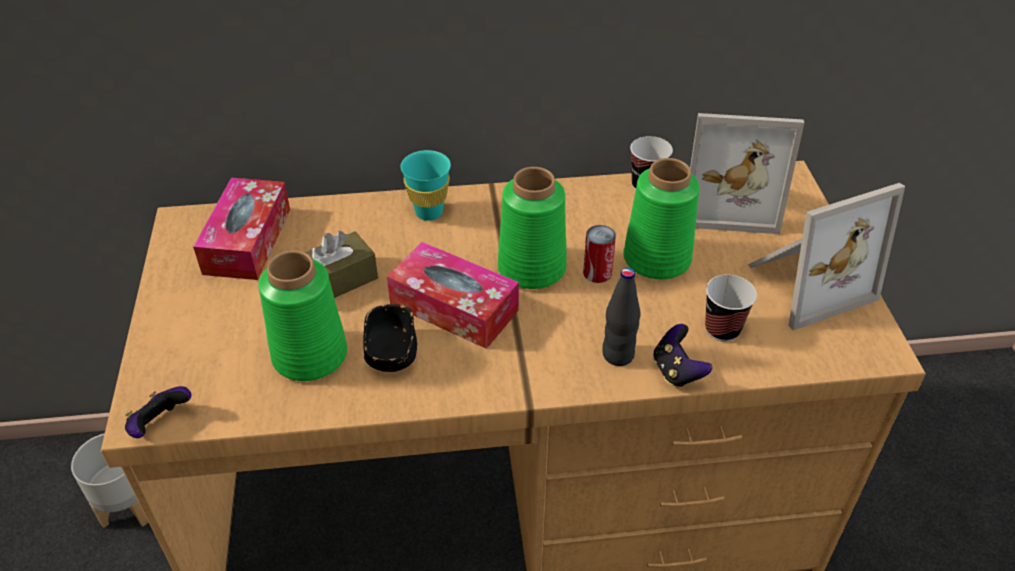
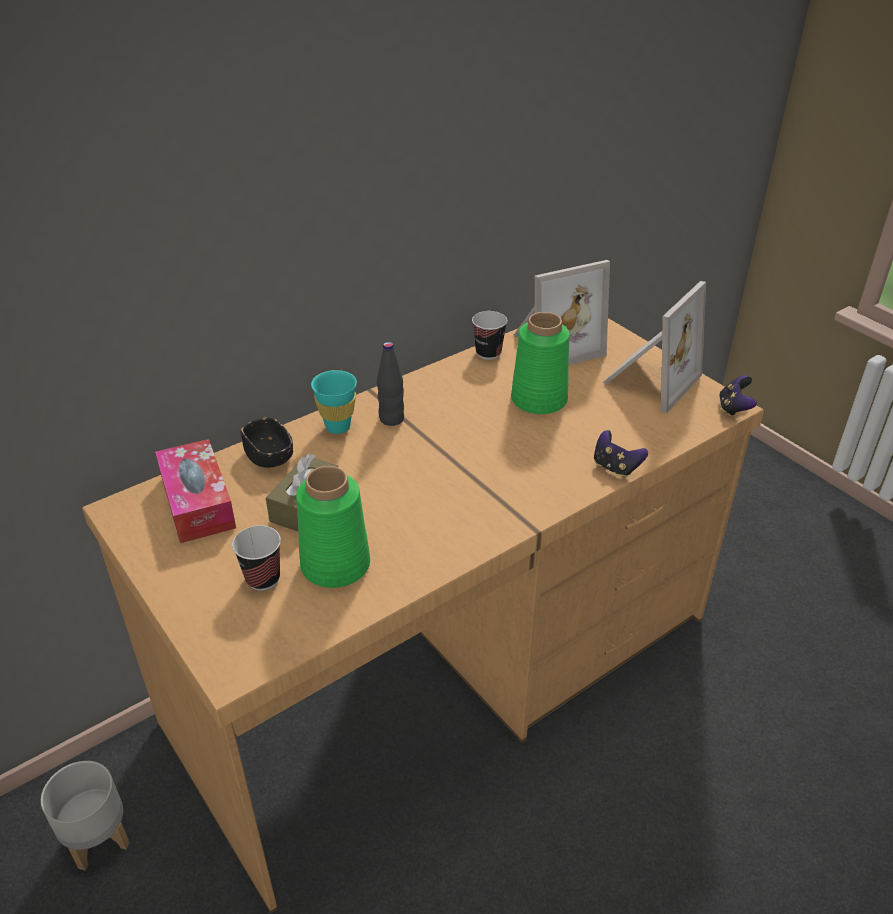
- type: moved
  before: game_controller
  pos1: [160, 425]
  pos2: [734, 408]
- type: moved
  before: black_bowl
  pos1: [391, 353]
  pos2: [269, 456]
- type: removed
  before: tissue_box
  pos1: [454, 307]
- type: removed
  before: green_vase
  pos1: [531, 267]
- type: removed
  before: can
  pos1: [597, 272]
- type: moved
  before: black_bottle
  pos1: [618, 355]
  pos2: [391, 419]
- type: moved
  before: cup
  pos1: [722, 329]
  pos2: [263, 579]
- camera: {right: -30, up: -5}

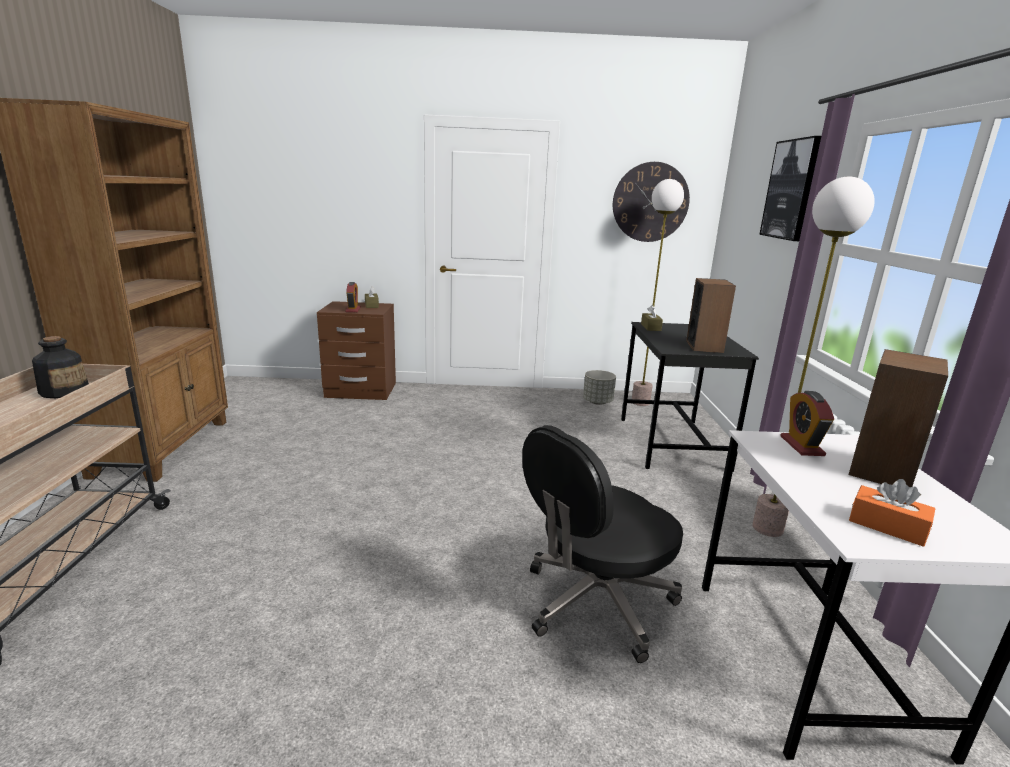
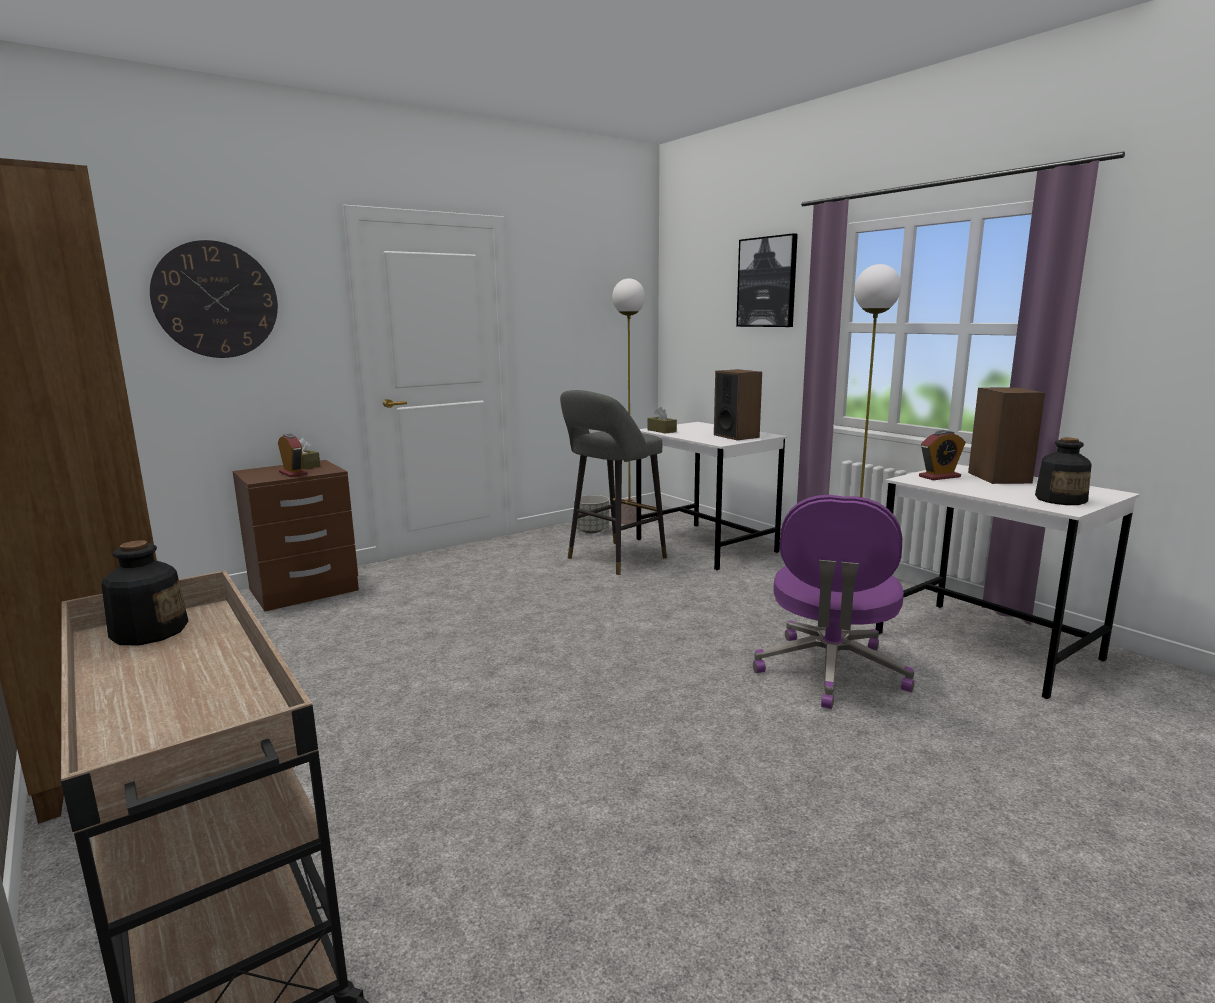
- type: recoloured
  before: black_office_chair
  after: purple_office_chair
  pos1: [595, 603]
  pos2: [830, 672]
- type: moved
  before: wall_clock
  pos1: [650, 202]
  pos2: [216, 300]
- type: recoloured
  before: black_desk
  after: white_desk
  pos1: [672, 444]
  pos2: [706, 546]
- type: turned
  before: alarm_clock
  pos1: [801, 446]
  pos2: [939, 477]
  turn: -75
- type: replaced
  before: orange_tissue_box
  after: bottle
  pos1: [887, 526]
  pos2: [1060, 499]
- type: added
  after: grey_stool
  pos2: [612, 559]
- camera: {right: -35, up: -5}

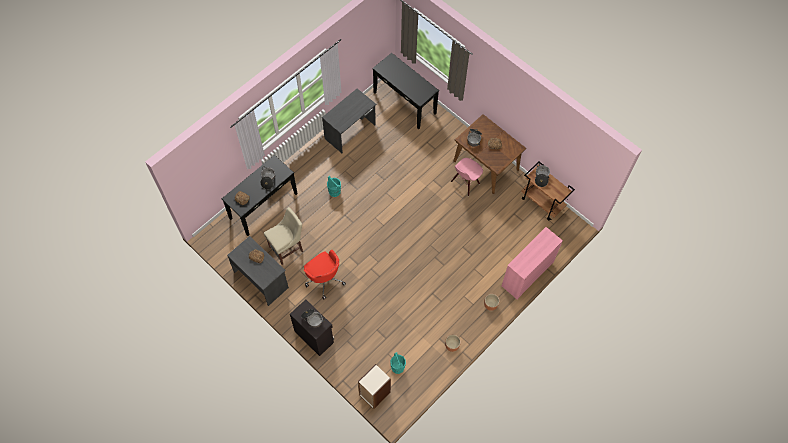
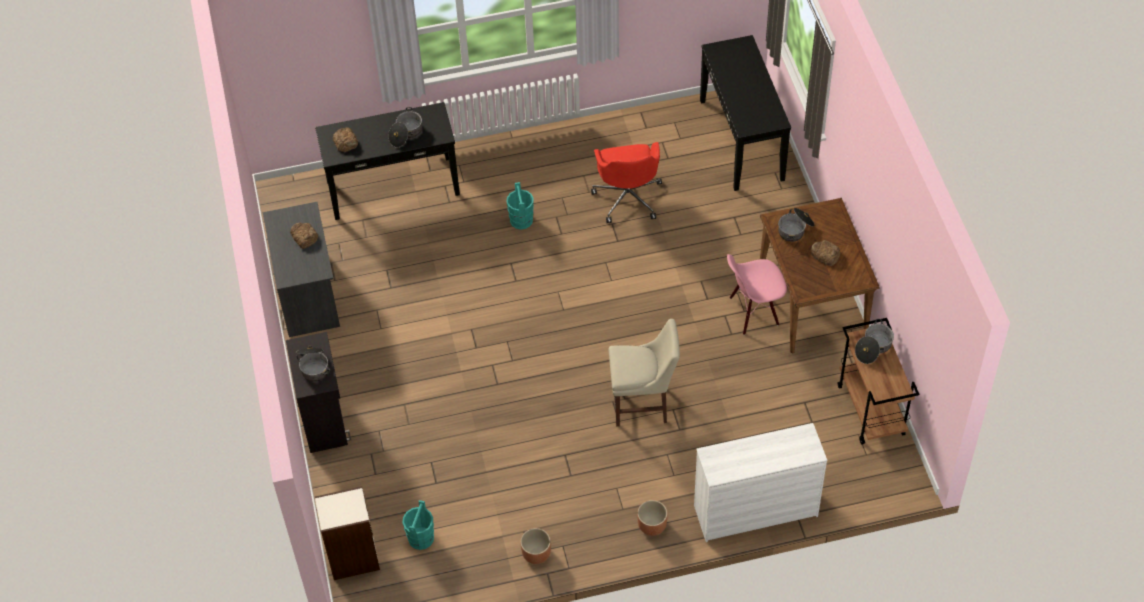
- type: moved
  before: beige_chair
  pos1: [287, 248]
  pos2: [643, 405]
- type: moved
  before: red_office_chair
  pos1: [324, 279]
  pos2: [628, 197]
- type: removed
  before: grey_desk
  pos1: [350, 132]
- type: recoloured
  before: pink_dresser
  after: white_dresser
  pos1: [527, 274]
  pos2: [755, 510]
- camera: {right: 35, up: -10}

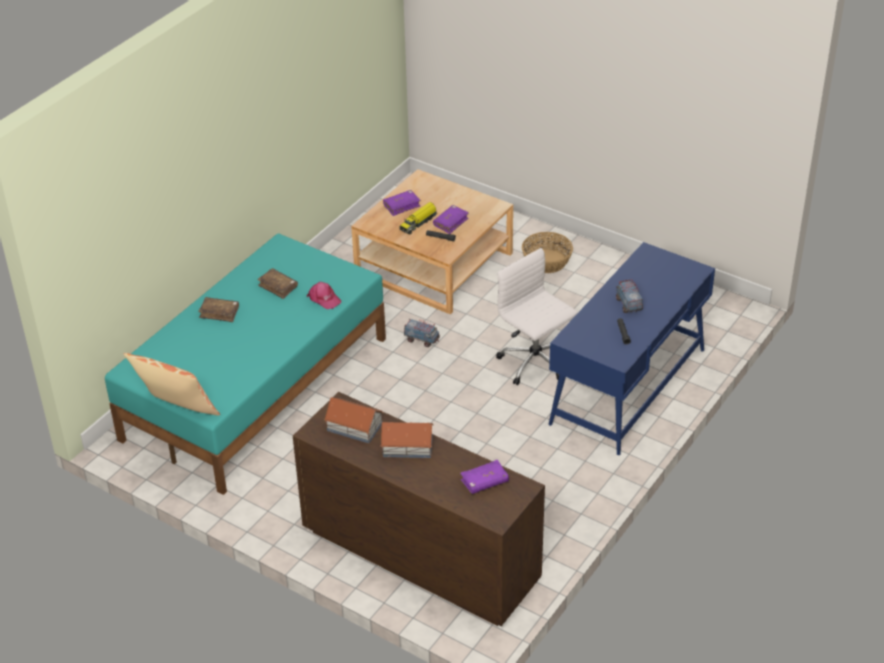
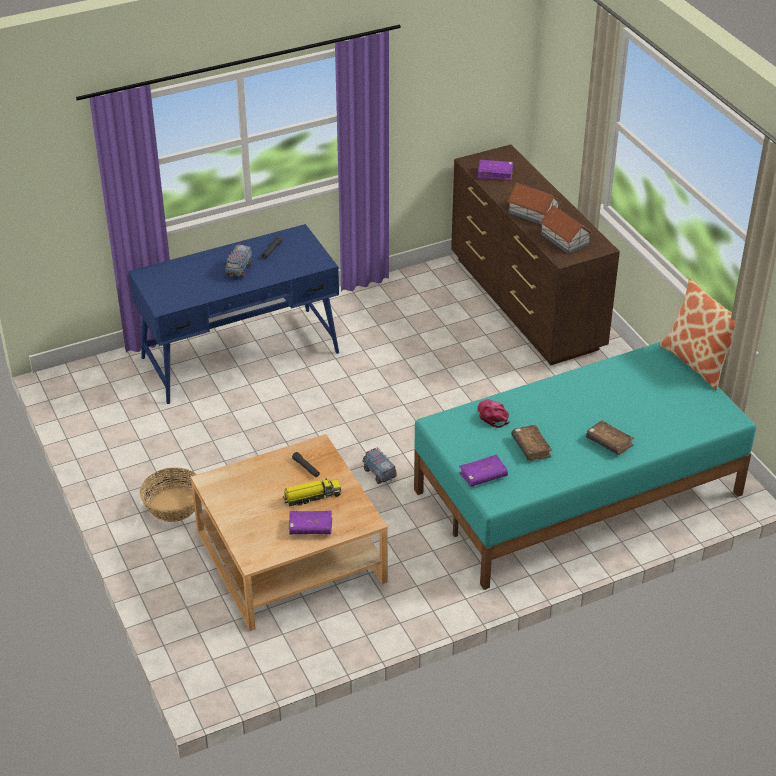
- type: moved
  before: purple_book
  pos1: [450, 223]
  pos2: [483, 476]
- type: removed
  before: white_office_chair
  pos1: [536, 362]
- camera: {right: -150, up: 0}

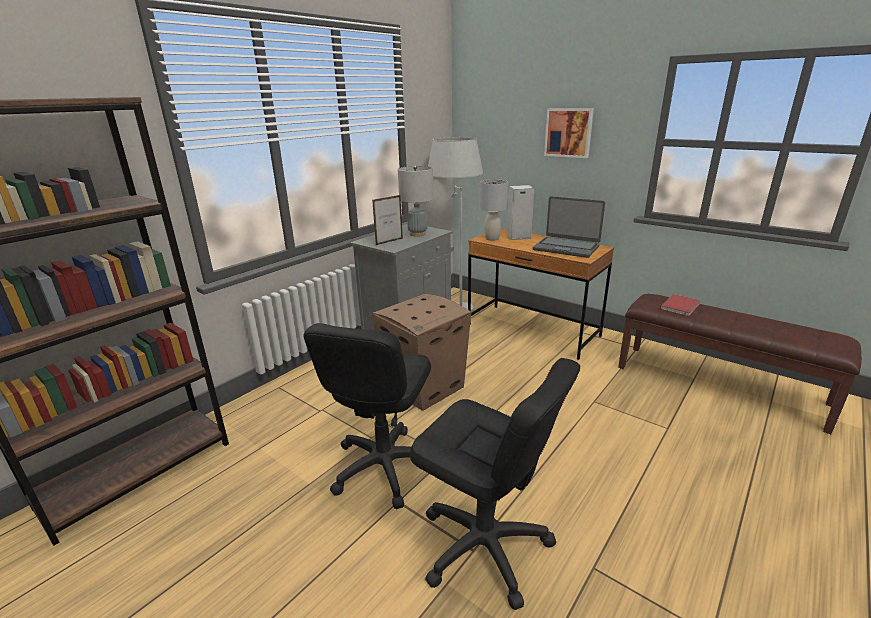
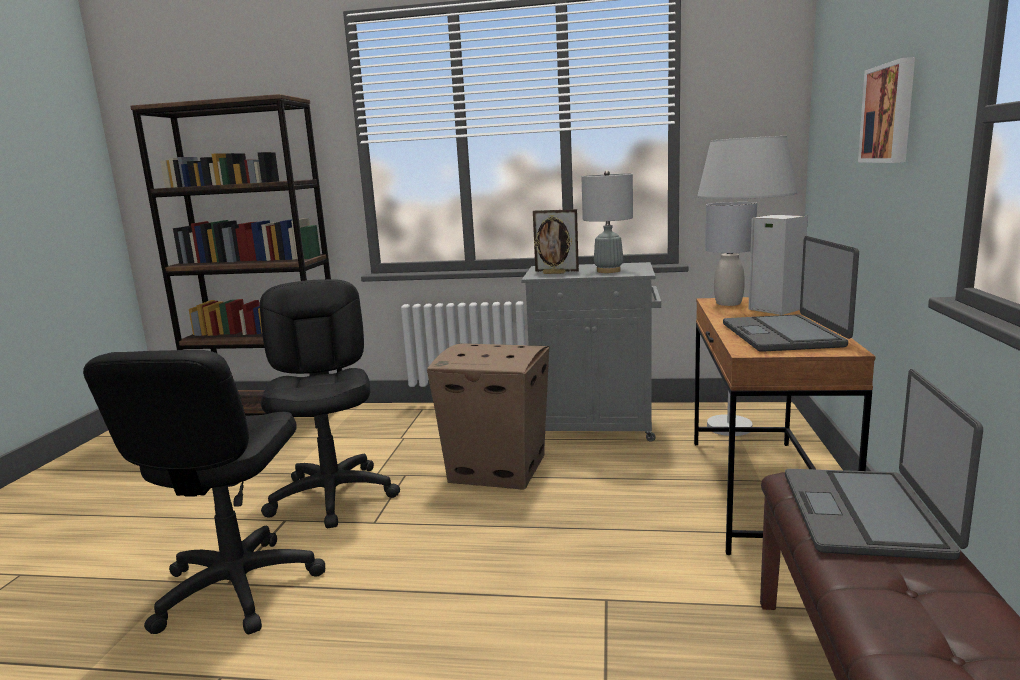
- type: turned
  before: black_office_chair
  pos1: [384, 467]
  pos2: [333, 496]
  turn: 90
- type: replaced
  before: red_book
  after: laptop
  pos1: [681, 306]
  pos2: [866, 514]
- type: added
  after: picture_frame
  pos2: [554, 273]
- camera: {right: 60, up: -10}

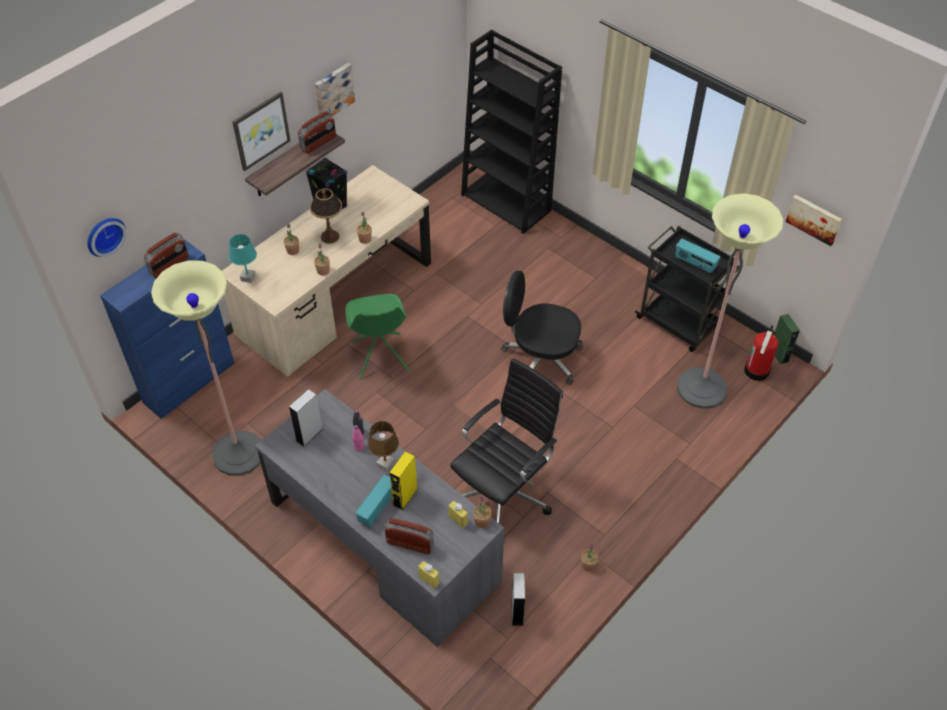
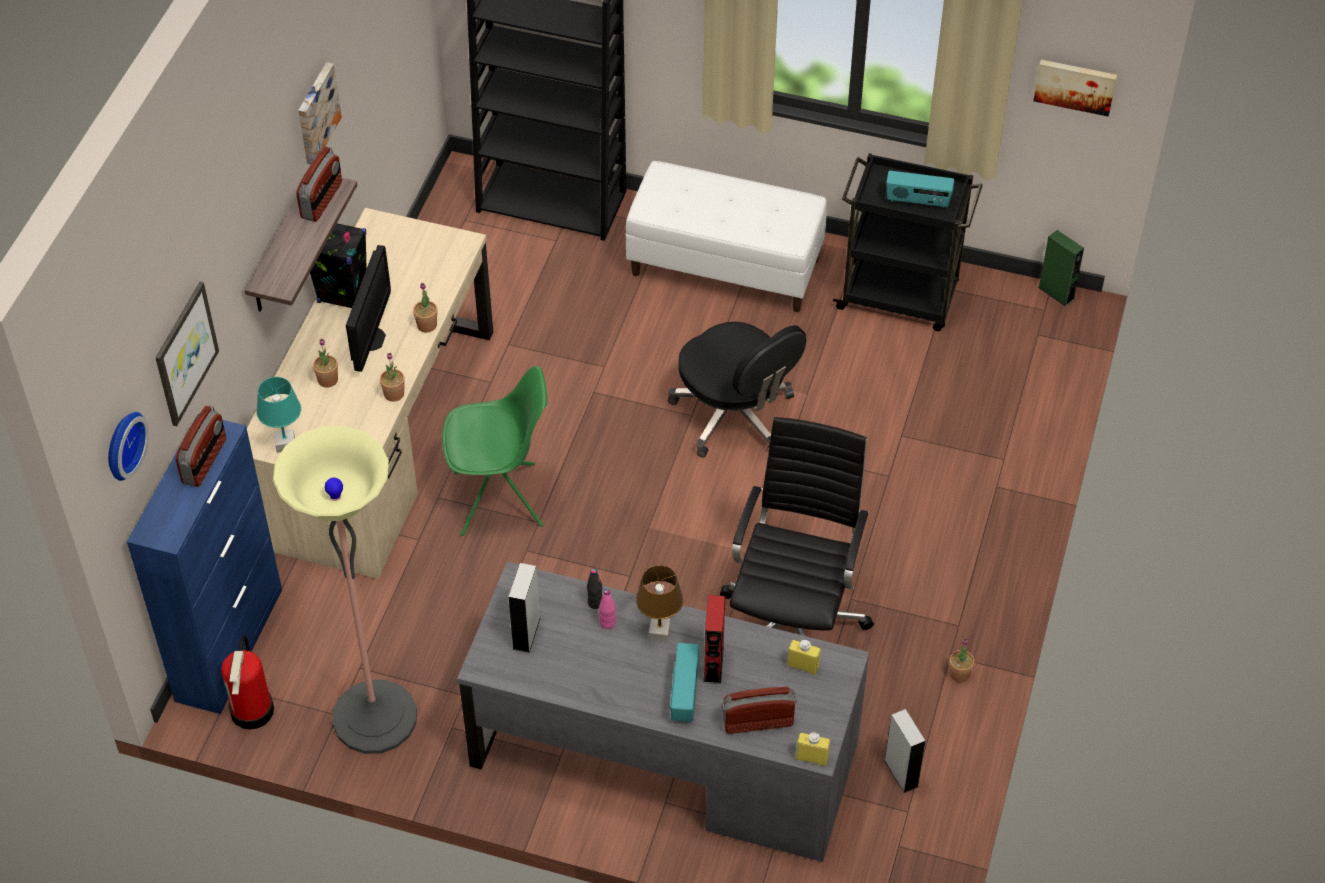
- type: moved
  before: picture
  pos1: [260, 130]
  pos2: [184, 353]
- type: replaced
  before: table_lamp
  after: monitor
  pos1: [330, 236]
  pos2: [371, 339]
- type: turned
  before: green_chair
  pos1: [380, 357]
  pos2: [500, 499]
  turn: -60
- type: recoloured
  before: yellow_speaker
  after: red_speaker
  pos1: [405, 497]
  pos2: [713, 664]
- type: removed
  before: potted_plant
  pos1: [482, 521]
- type: turned
  before: black_office_chair
  pos1: [540, 358]
  pos2: [735, 416]
  turn: -120
- type: removed
  before: floor_lamp
  pos1: [701, 388]
- type: moved
  before: fire_extinguisher
  pos1: [757, 371]
  pos2: [253, 711]
- type: added
  after: white_bench
  pos2: [726, 266]
- camera: {right: -25, up: 0}

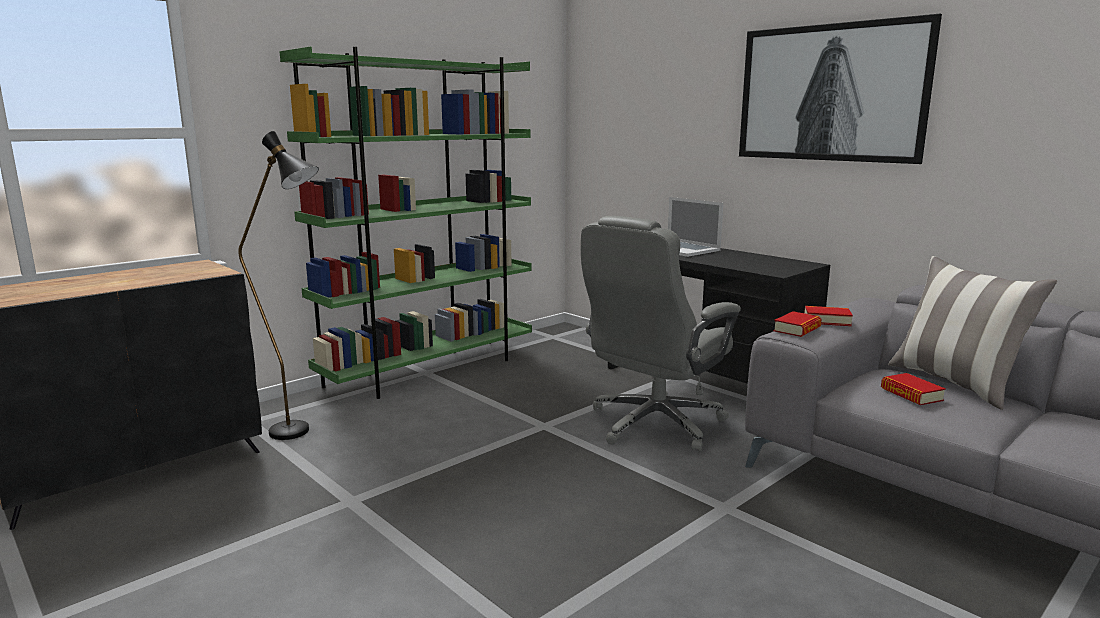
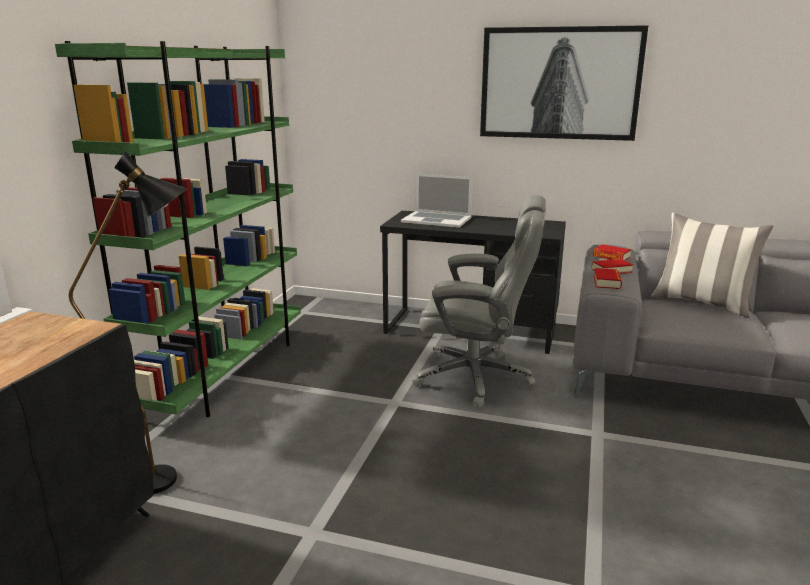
- type: turned
  before: grey_office_chair
  pos1: [654, 424]
  pos2: [476, 377]
  turn: -90
- type: moved
  before: book
  pos1: [911, 394]
  pos2: [611, 256]
- camera: {right: -30, up: 5}

